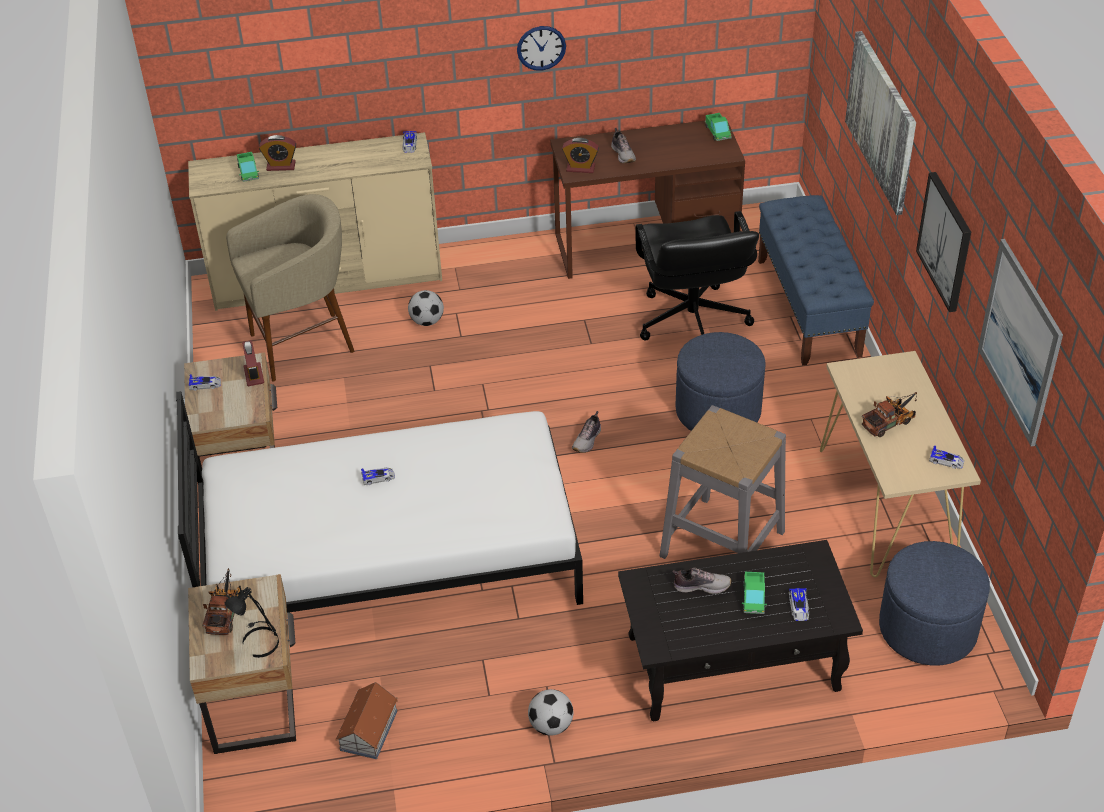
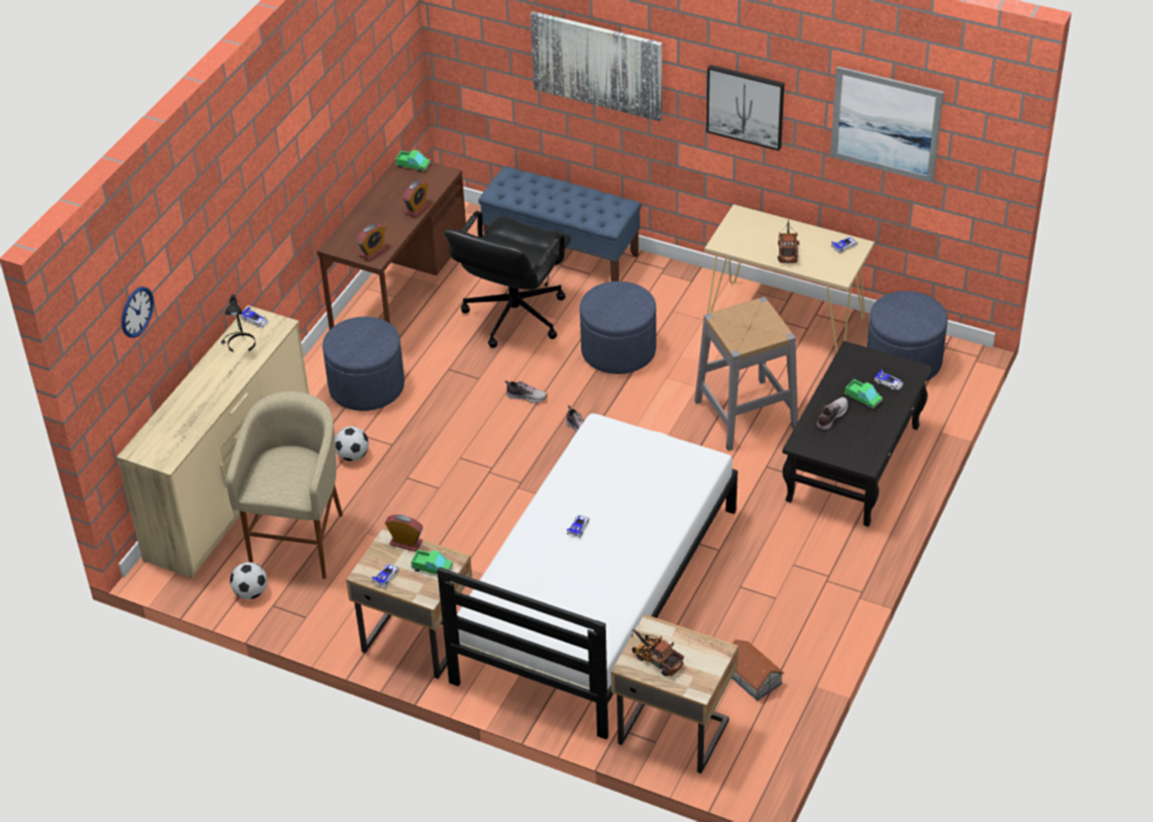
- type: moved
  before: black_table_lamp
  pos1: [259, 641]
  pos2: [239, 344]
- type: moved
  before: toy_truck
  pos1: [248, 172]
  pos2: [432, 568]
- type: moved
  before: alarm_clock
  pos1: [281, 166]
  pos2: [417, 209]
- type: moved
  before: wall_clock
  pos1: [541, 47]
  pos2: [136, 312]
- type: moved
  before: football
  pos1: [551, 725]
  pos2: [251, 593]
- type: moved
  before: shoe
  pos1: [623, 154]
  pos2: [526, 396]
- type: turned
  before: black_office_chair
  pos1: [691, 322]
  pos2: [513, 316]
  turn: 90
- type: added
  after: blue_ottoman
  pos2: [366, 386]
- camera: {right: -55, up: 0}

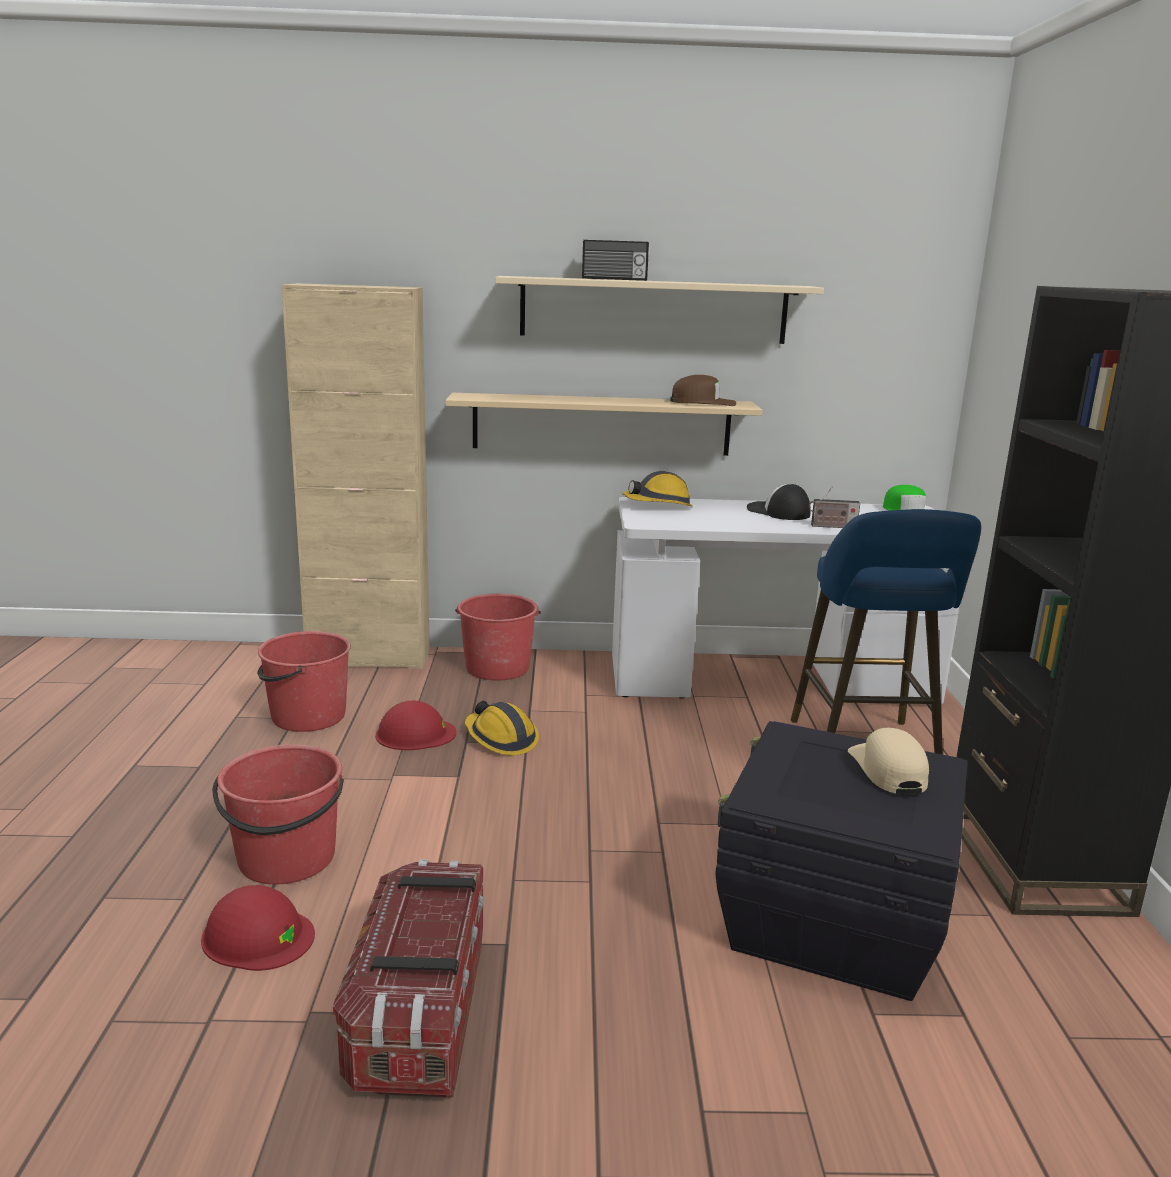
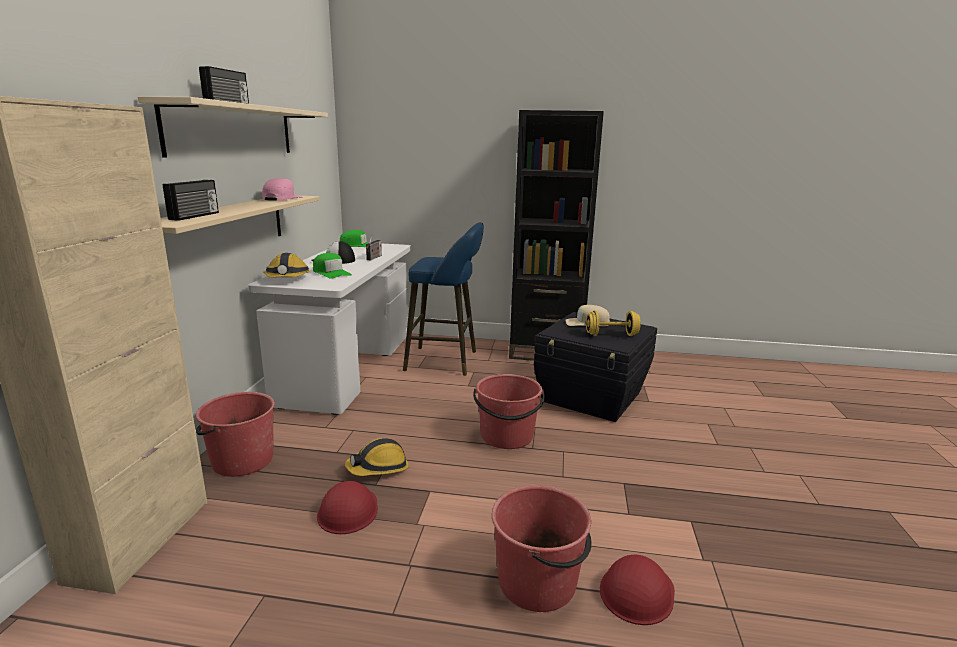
- type: moved
  before: red_bucket
  pos1: [307, 716]
  pos2: [507, 436]
- type: removed
  before: storage_box
  pos1: [419, 1013]
- type: recoloured
  before: brown_cap
  after: pink_cap
  pos1: [703, 403]
  pos2: [282, 198]
- type: added
  after: radio
  pos2: [195, 216]
- type: added
  after: green_cap
  pos2: [331, 273]
- type: added
  after: yellow_dumbbell
  pos2: [611, 335]
- camera: {right: -80, up: 0}

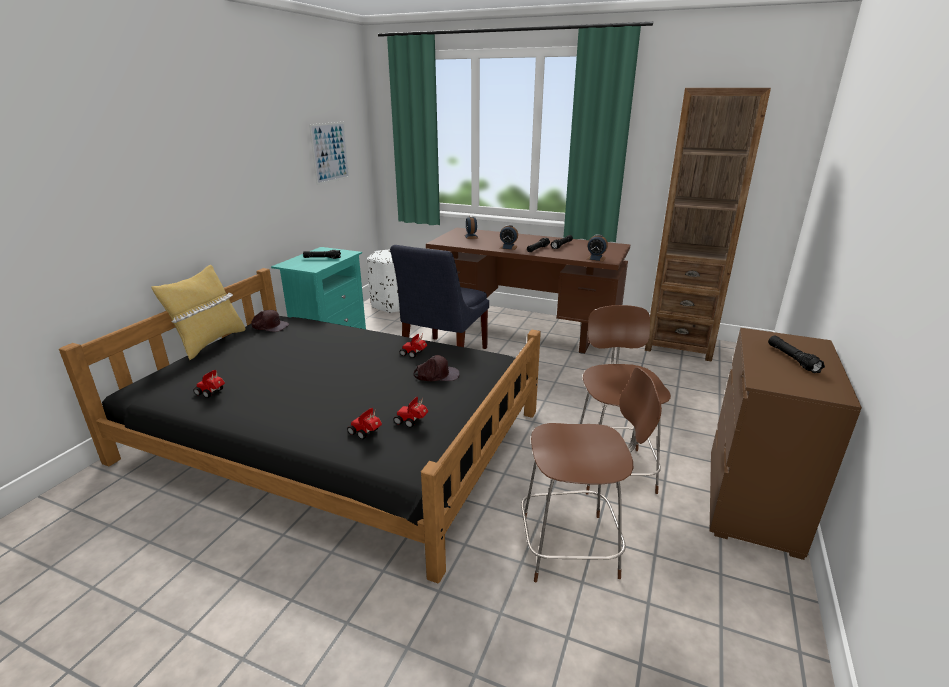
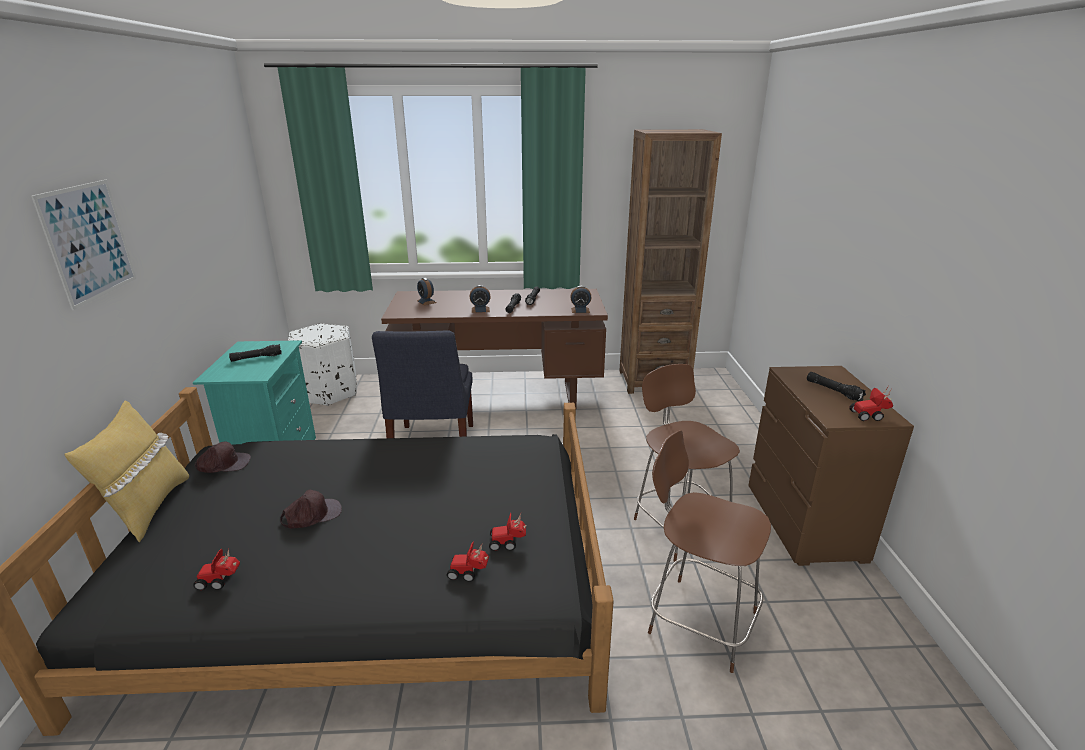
- type: moved
  before: picture
  pos1: [330, 152]
  pos2: [89, 242]
- type: moved
  before: toy_car
  pos1: [414, 354]
  pos2: [870, 415]
- type: moved
  before: brown_cap
  pos1: [436, 374]
  pos2: [312, 514]
- type: turned
  before: brown_chair
  pos1: [573, 546]
  pos2: [698, 620]
  turn: -120
- camera: {right: -25, up: 0}

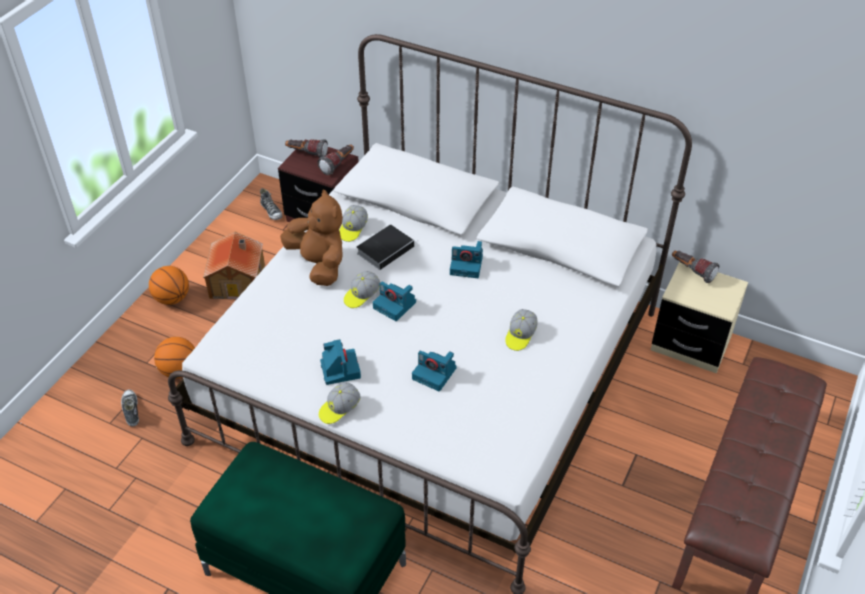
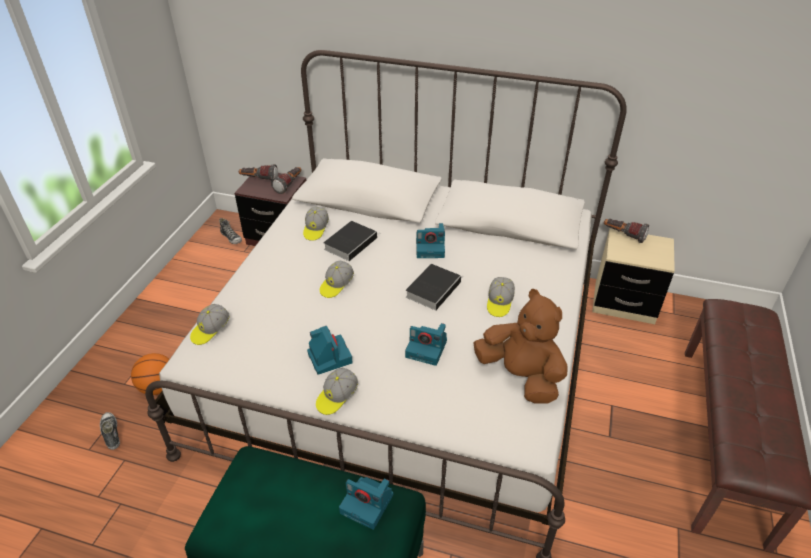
- type: removed
  before: basketball
  pos1: [172, 298]
- type: removed
  before: toy_house
  pos1: [238, 280]
- type: moved
  before: brown_plush_toy
  pos1: [319, 264]
  pos2: [520, 376]
- type: moved
  before: photo_camera
  pos1: [395, 305]
  pos2: [368, 504]
- type: added
  after: cap
  pos2: [210, 330]
- type: added
  after: book
  pos2: [433, 288]
- camera: {right: -10, up: -5}

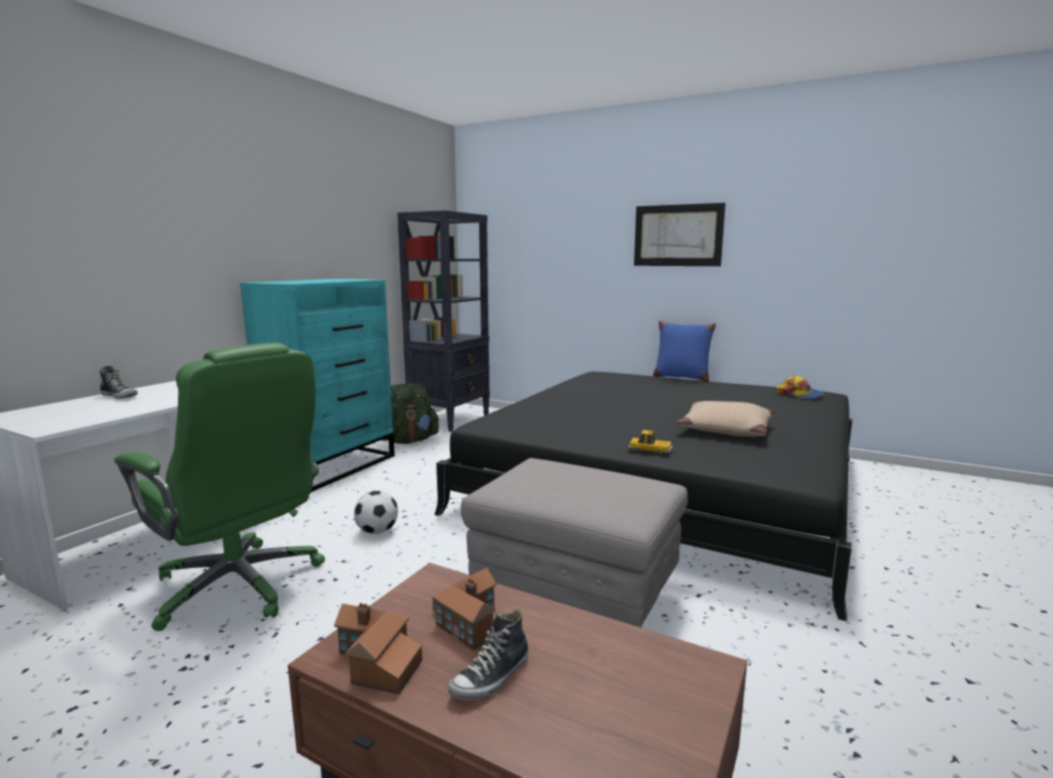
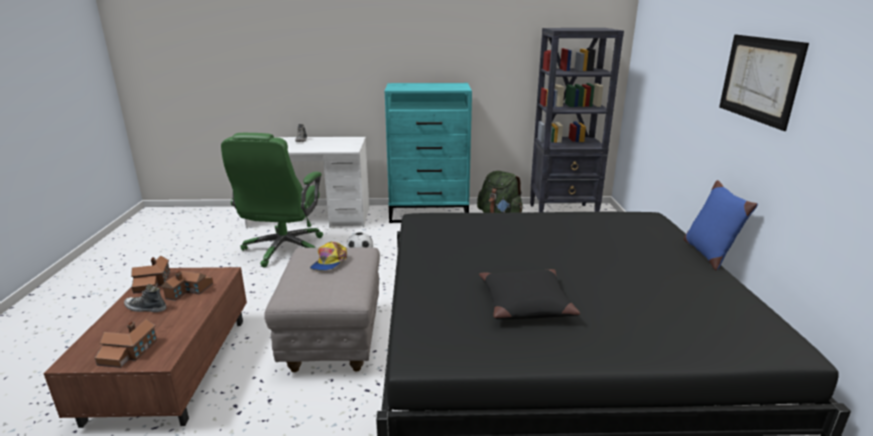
- type: removed
  before: toy_car
  pos1: [650, 450]
- type: recoloured
  before: beige_pillow
  after: black_pillow
  pos1: [725, 430]
  pos2: [525, 304]
- type: moved
  before: cap
  pos1: [800, 394]
  pos2: [329, 262]
- type: added
  after: toy_house
  pos2: [128, 352]
- camera: {right: 60, up: 10}

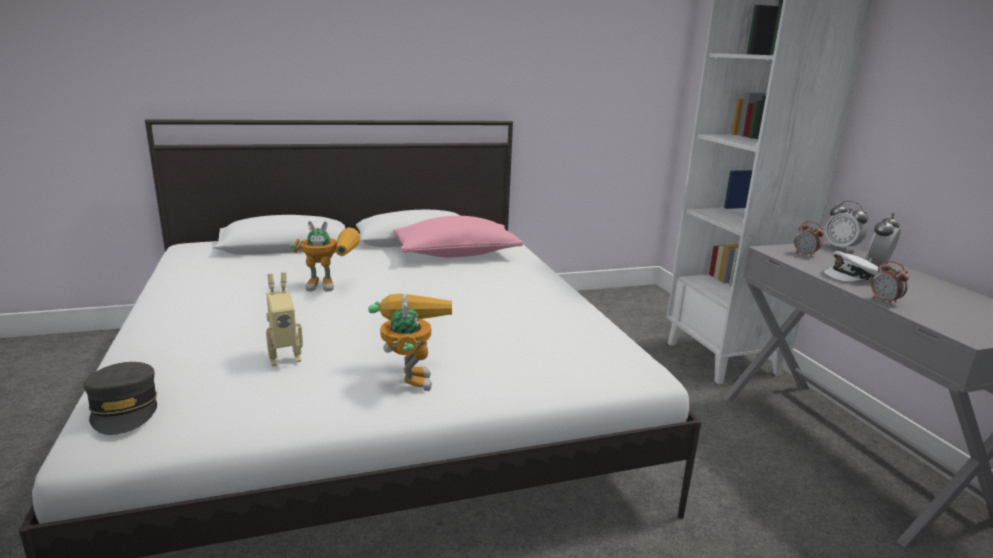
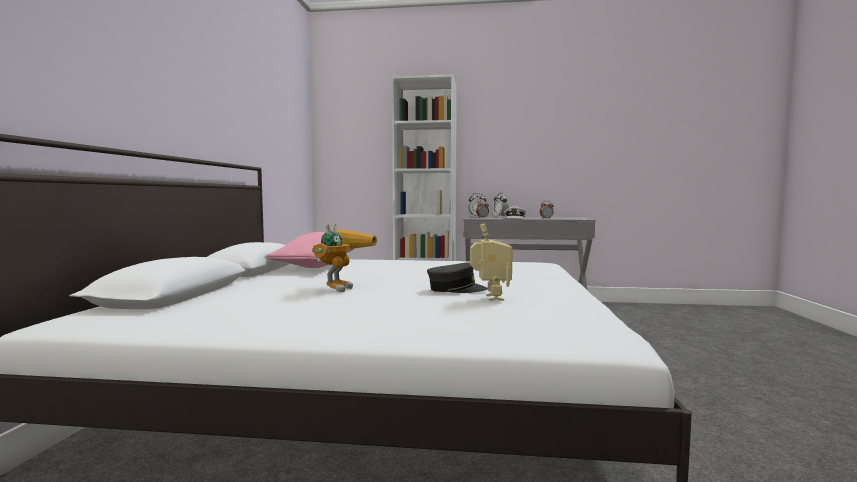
- type: moved
  before: grey_cap
  pos1: [124, 409]
  pos2: [456, 289]
- type: removed
  before: toy_robot
  pos1: [409, 375]
- camera: {right: -65, up: -15}

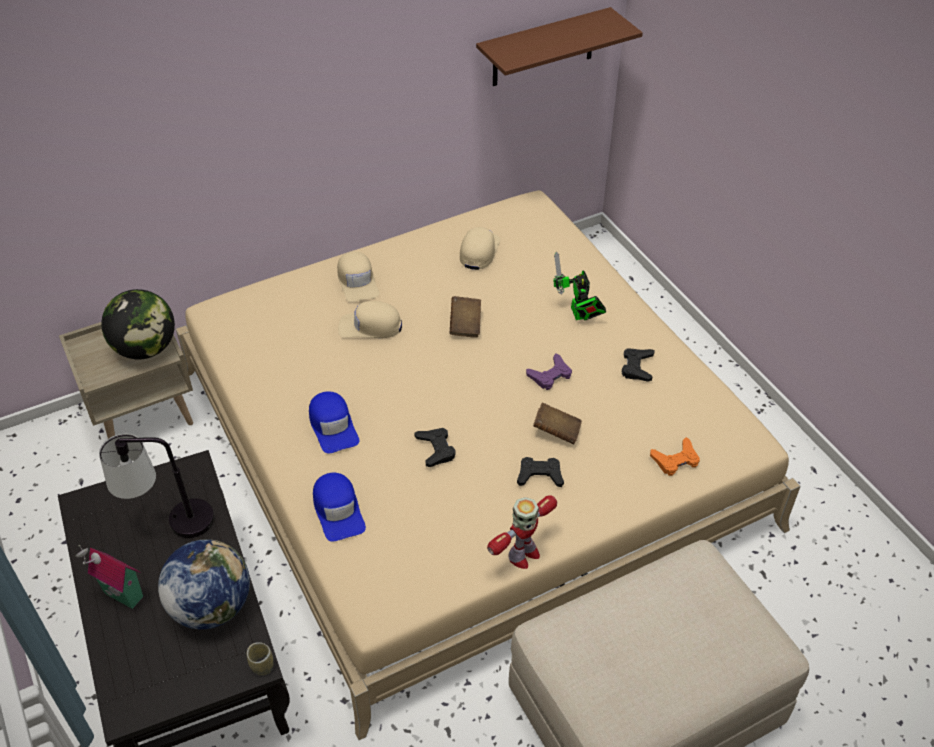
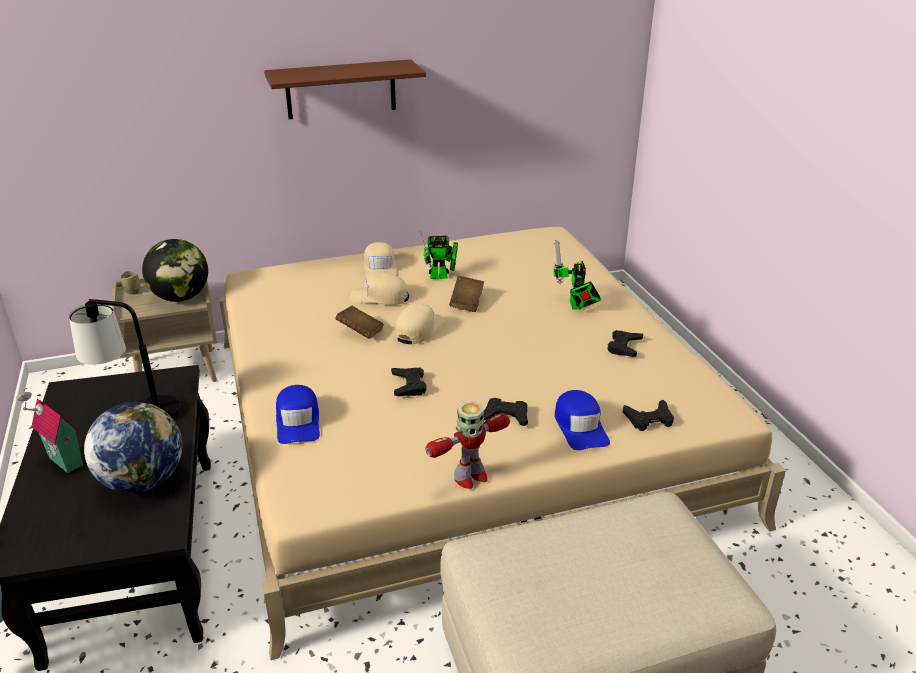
- type: moved
  before: cup
  pos1: [262, 666]
  pos2: [133, 291]
- type: moved
  before: blue_cap
  pos1: [333, 426]
  pos2: [580, 427]
- type: moved
  before: beige_cap
  pos1: [479, 251]
  pos2: [419, 329]
- type: moved
  before: brown_shelf
  pos1: [543, 48]
  pos2: [341, 89]
- type: removed
  before: purple_game_controller
  pos1: [550, 375]
- type: moved
  before: brown_book
  pos1: [556, 431]
  pos2: [360, 332]
- type: recoloured
  before: orange_game_controller
  after: black_game_controller
  pos1: [675, 460]
  pos2: [649, 419]
- type: added
  after: toy_robot
  pos2: [442, 276]
- camera: {right: 10, up: -15}

